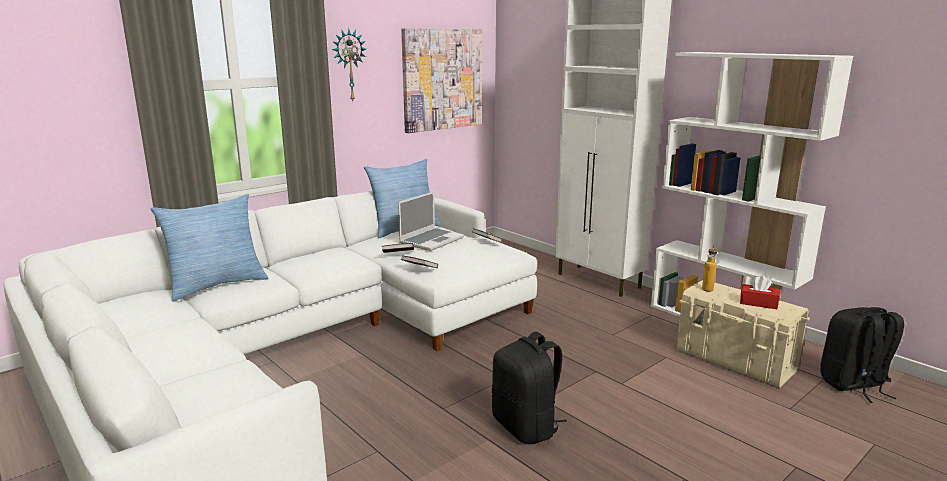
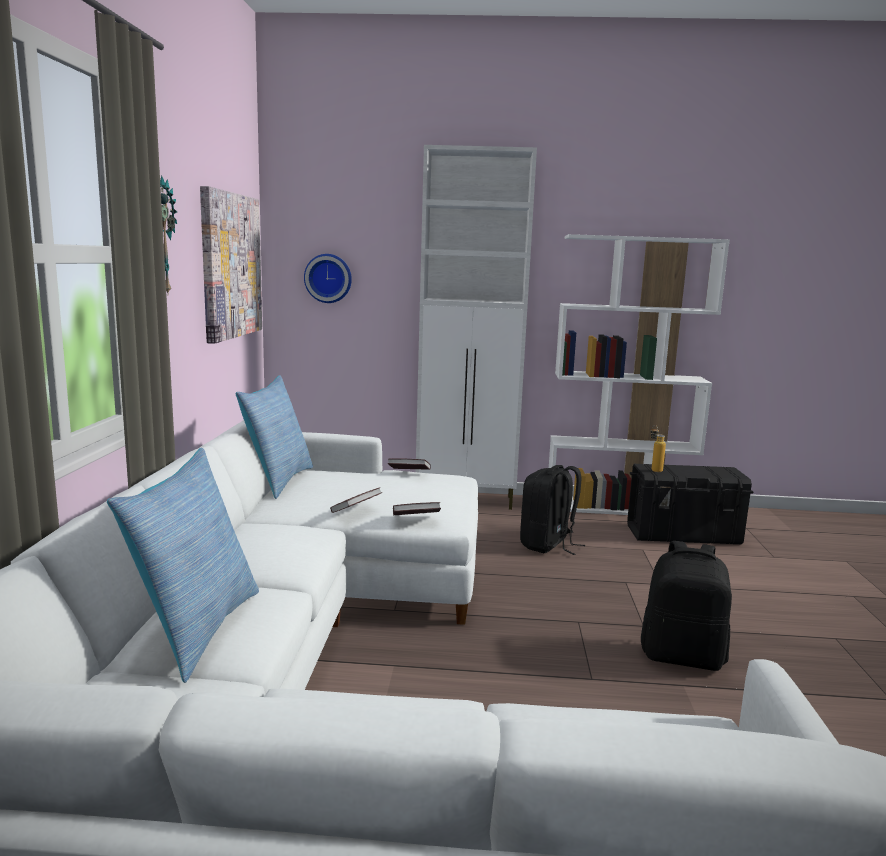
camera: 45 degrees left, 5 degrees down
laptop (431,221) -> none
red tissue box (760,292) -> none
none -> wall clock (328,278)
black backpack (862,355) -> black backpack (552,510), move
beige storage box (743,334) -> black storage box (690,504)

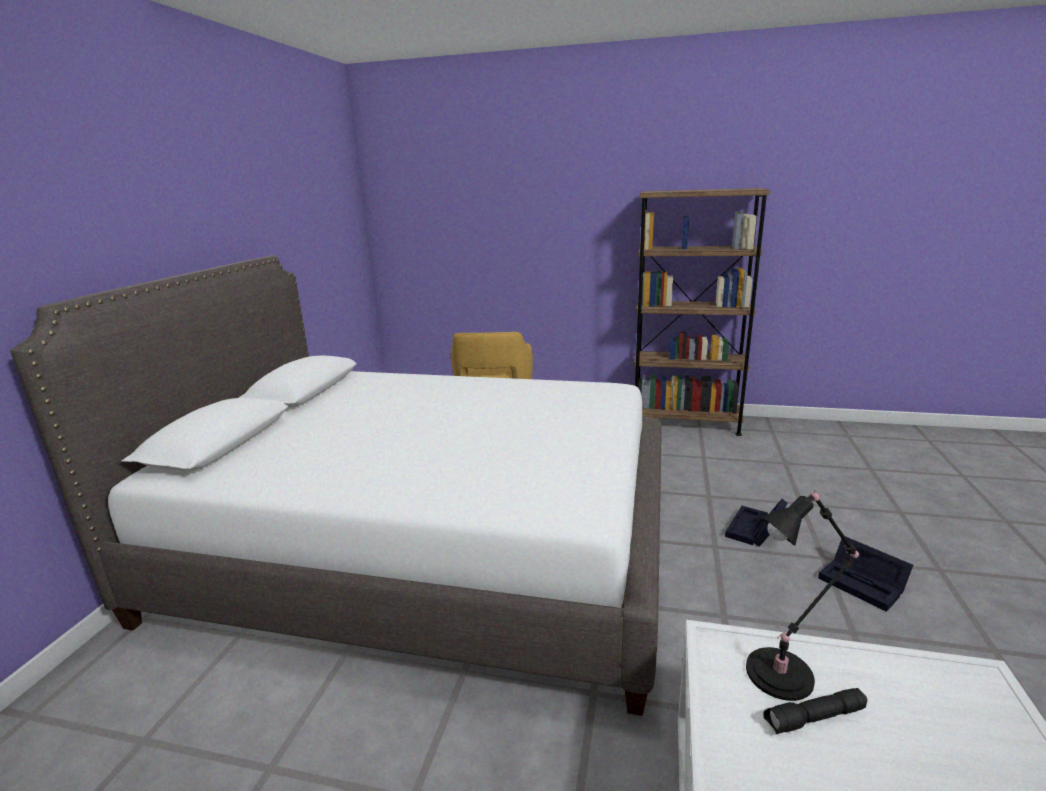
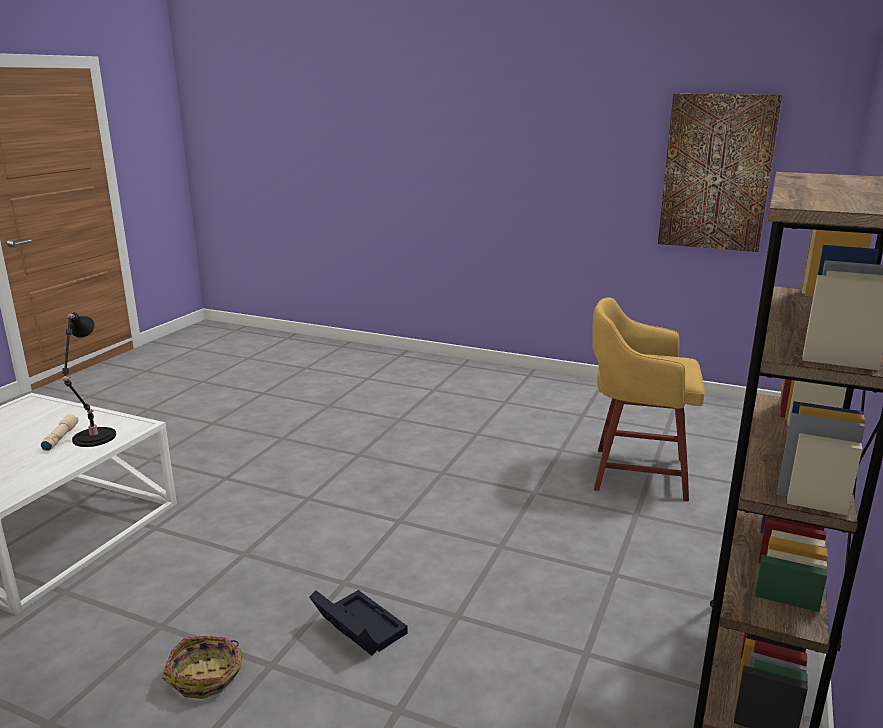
camera: 100 degrees right, 0 degrees up
white bed (336,485) -> none
none -> picture (720,173)
black storage box (865,574) -> basket (202,667)
black flashlight (815,711) -> beige flashlight (60,432)

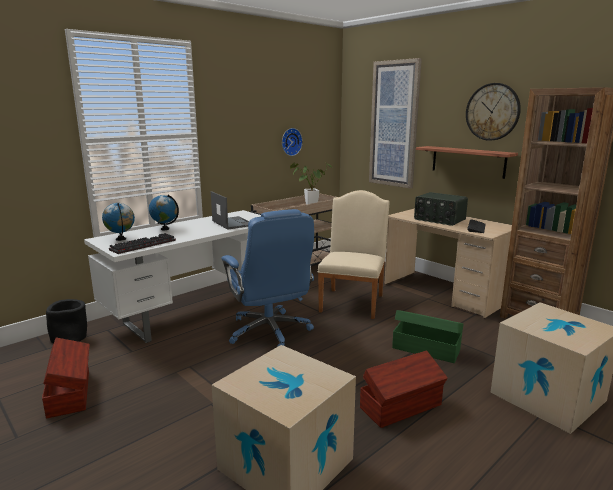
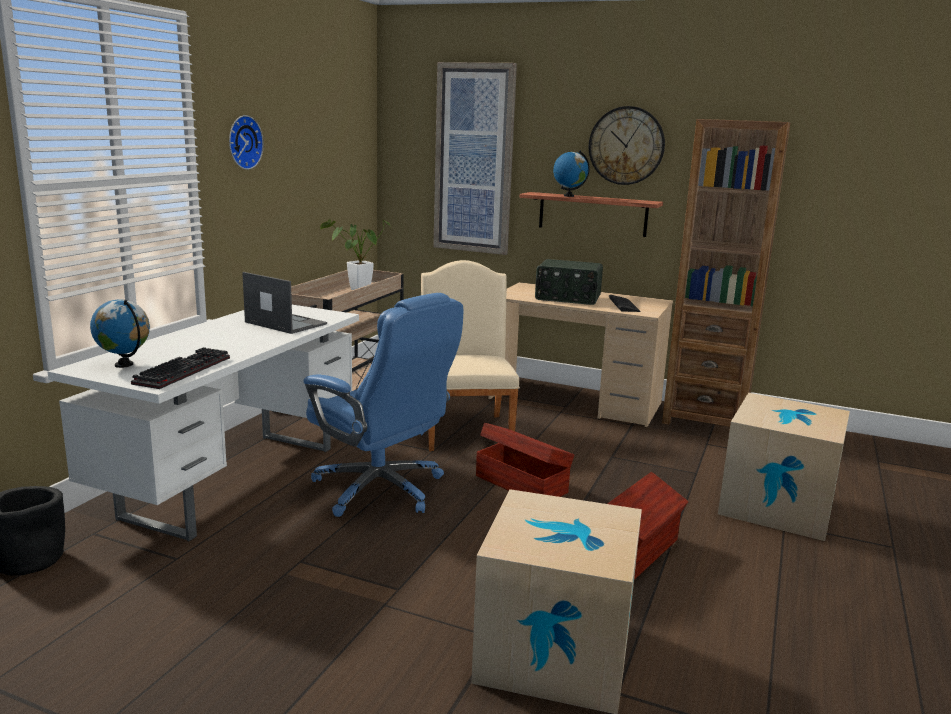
camera: 25 degrees left, 0 degrees up
green storage box (428,336) -> none
brown storage box (66,378) -> brown storage box (525,460), move
globe (164,212) -> globe (571,174), move
wall clock (292,142) -> wall clock (246,142), move

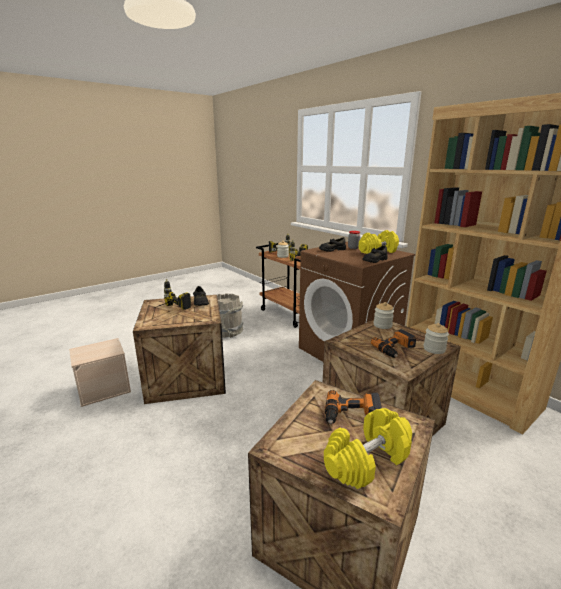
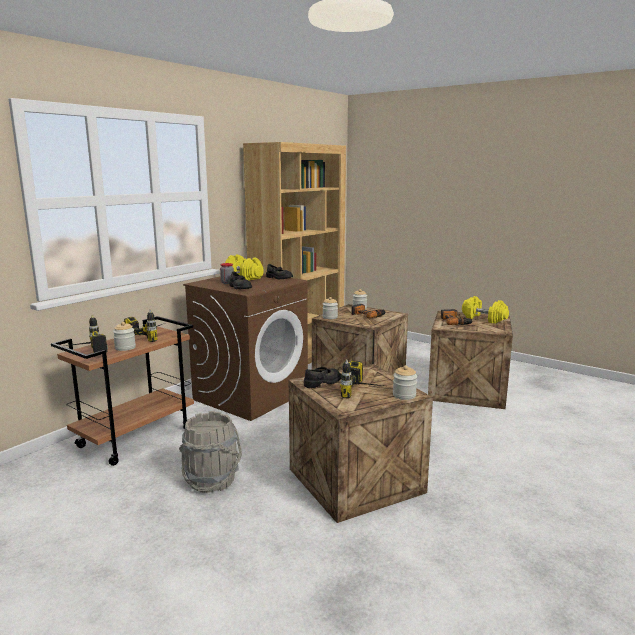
camera: 105 degrees left, 5 degrees down
beige storage box (100,372) -> none
none -> jar (405,382)

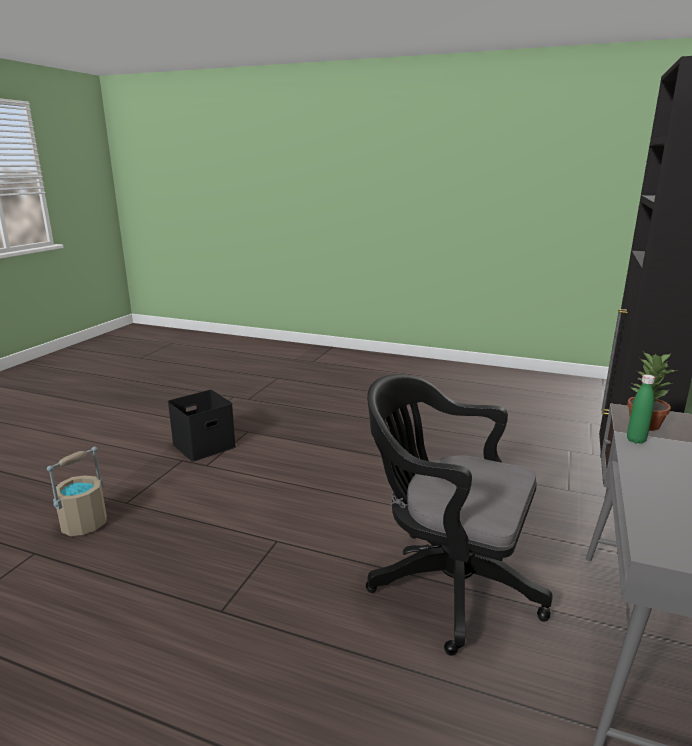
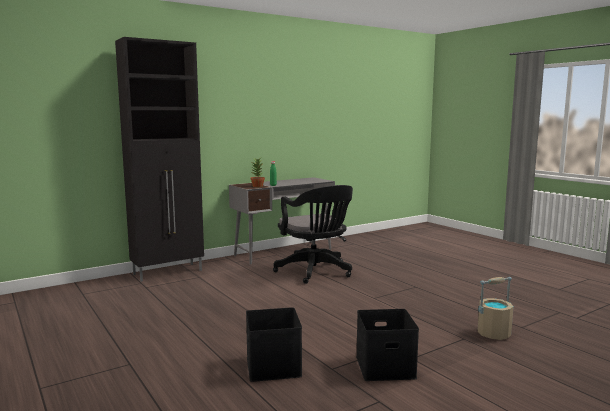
camera: 145 degrees left, 10 degrees down
none -> black storage box (274,344)

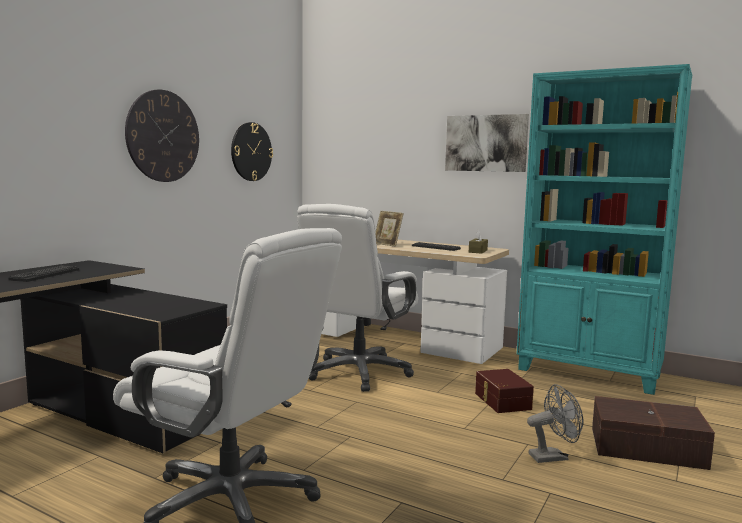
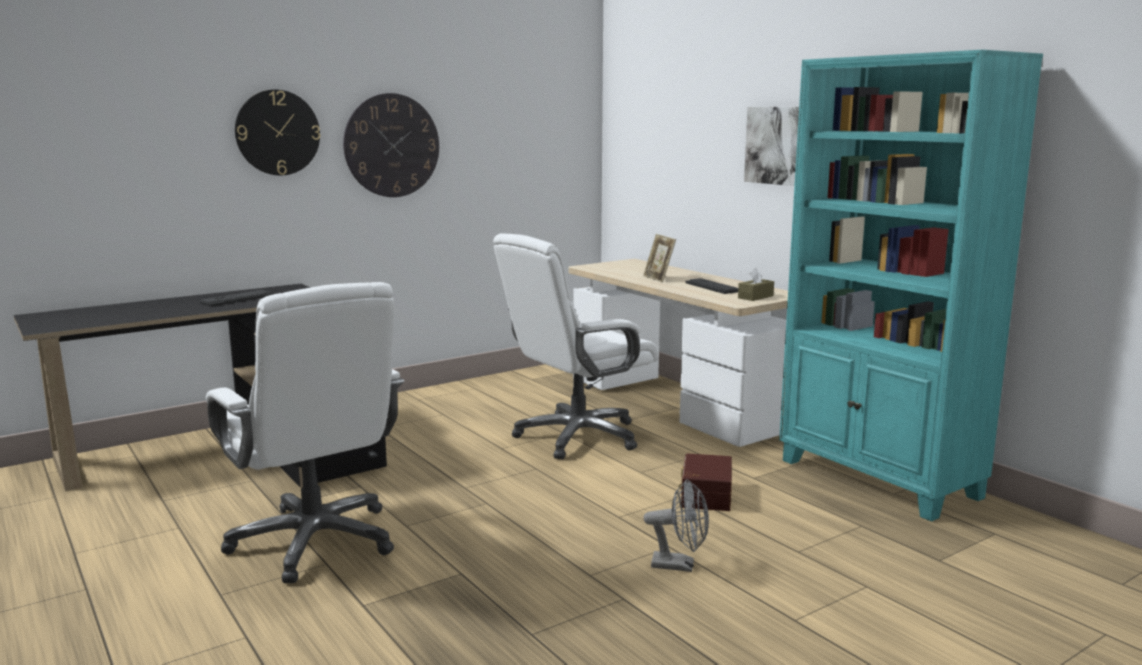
camera: 25 degrees right, 5 degrees up
brown storage box (653,433) -> none
wall clock (252,151) -> wall clock (277,132), move

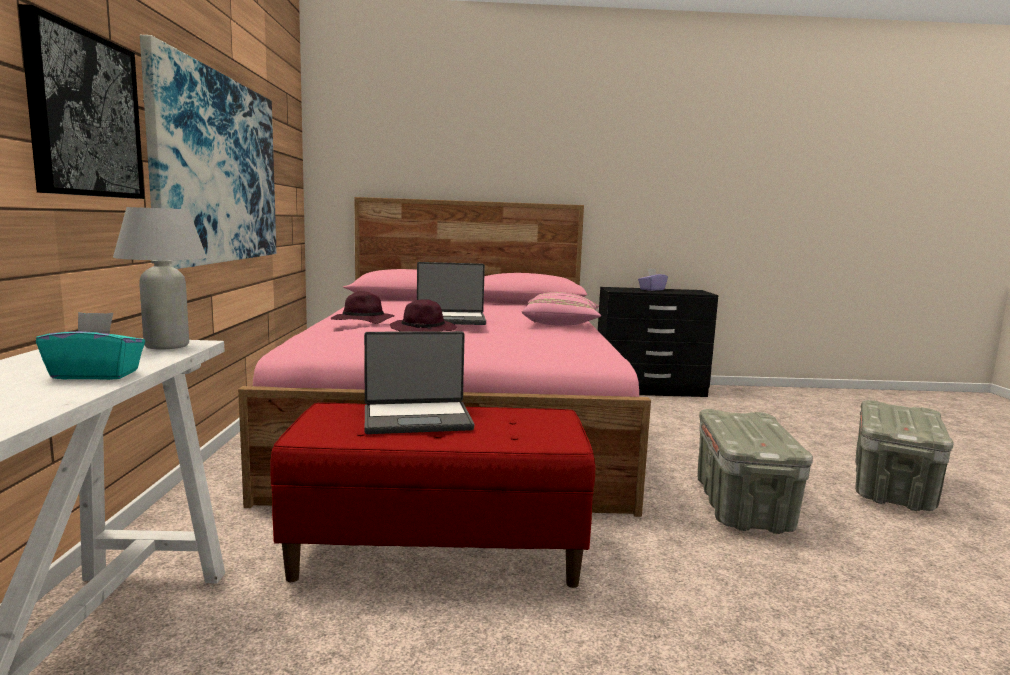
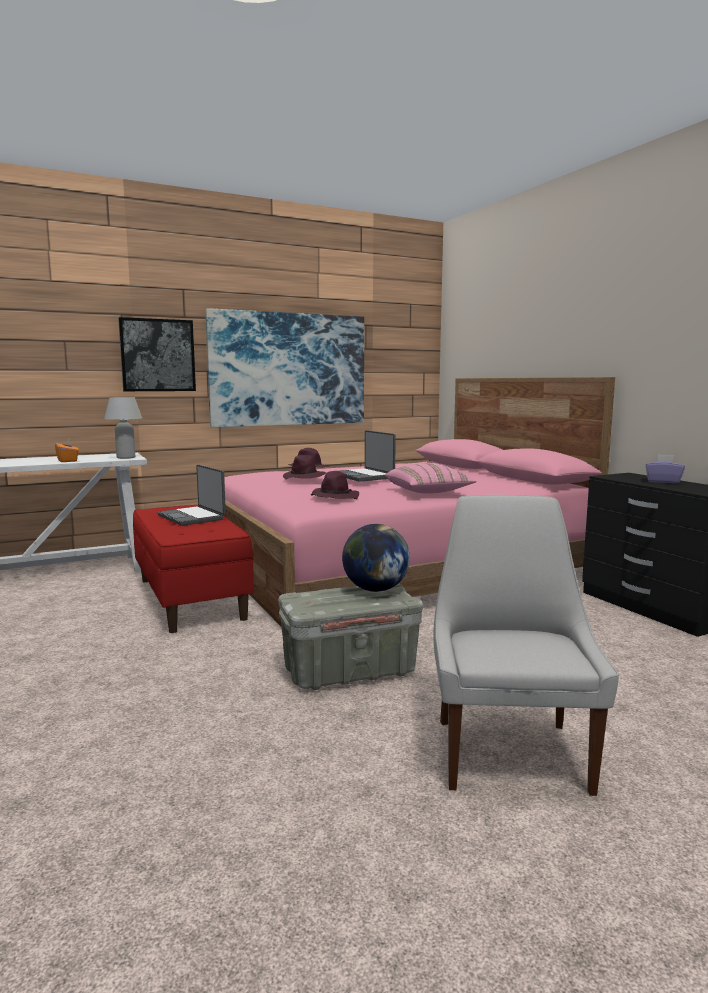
camera: 65 degrees right, 0 degrees up
none -> purple hat (335,485)
none -> globe (376,558)
grey storage box (904,455) -> white chair (526,645)
turquoise tissue box (90,346) -> orange tissue box (67,450)

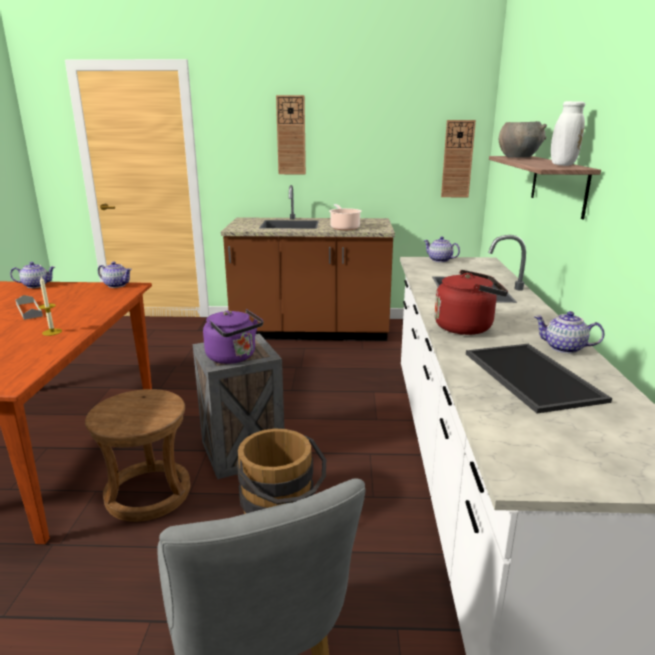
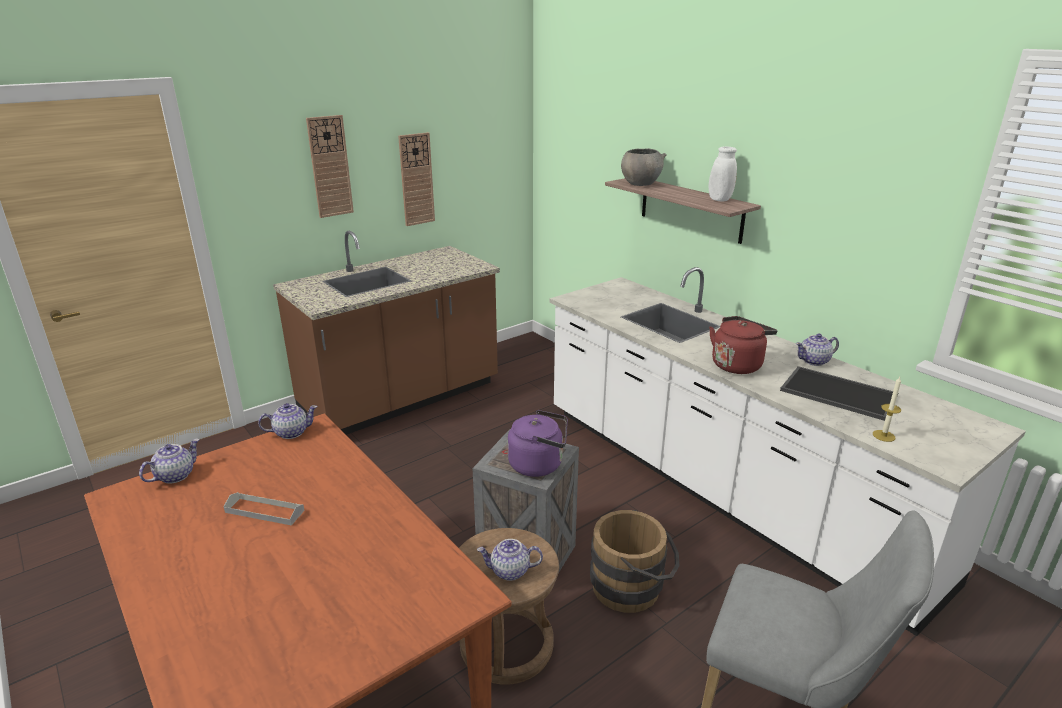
camera: 40 degrees left, 5 degrees up
cooking pot (345,217) -> none
candle (50,306) -> candle (887,409), move
teapot (441,249) -> teapot (510,560), move
wall clock (458,158) -> wall clock (416,179), move

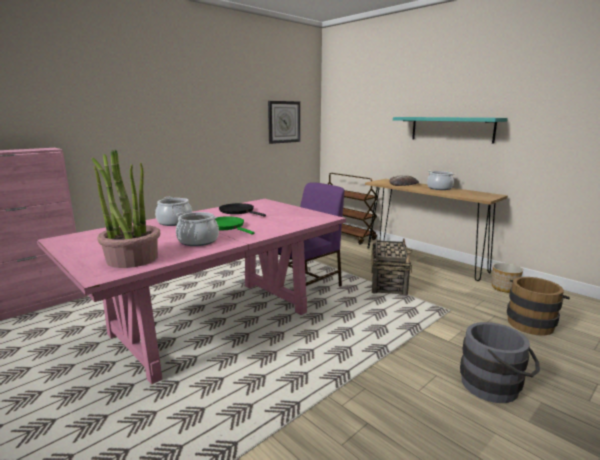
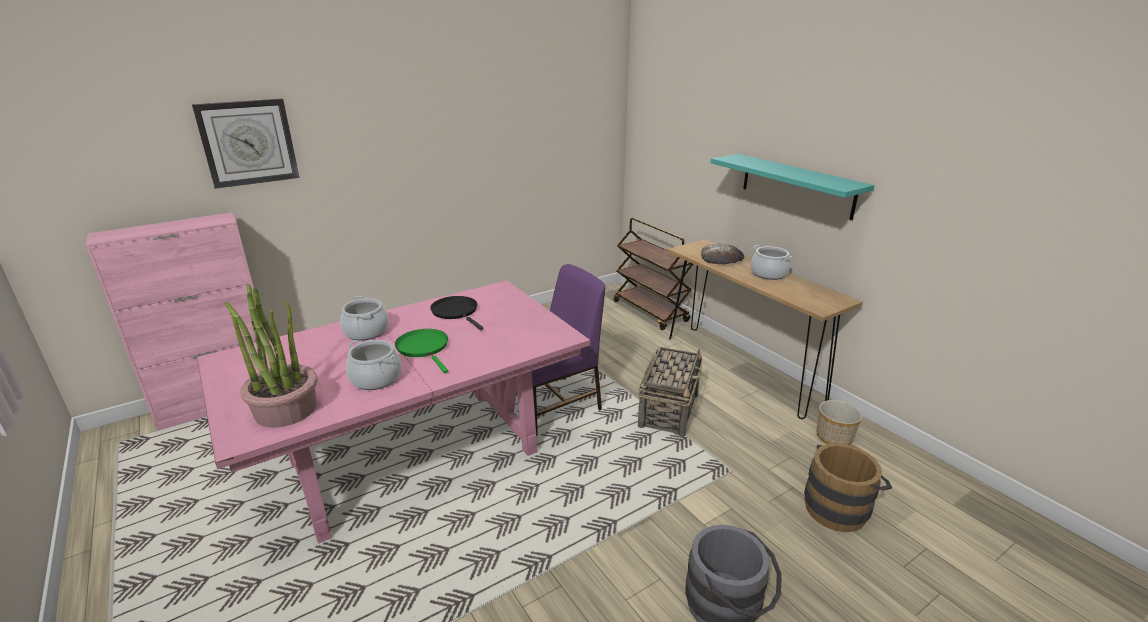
camera: 10 degrees right, 10 degrees up
wall clock (284,122) -> wall clock (245,144), move

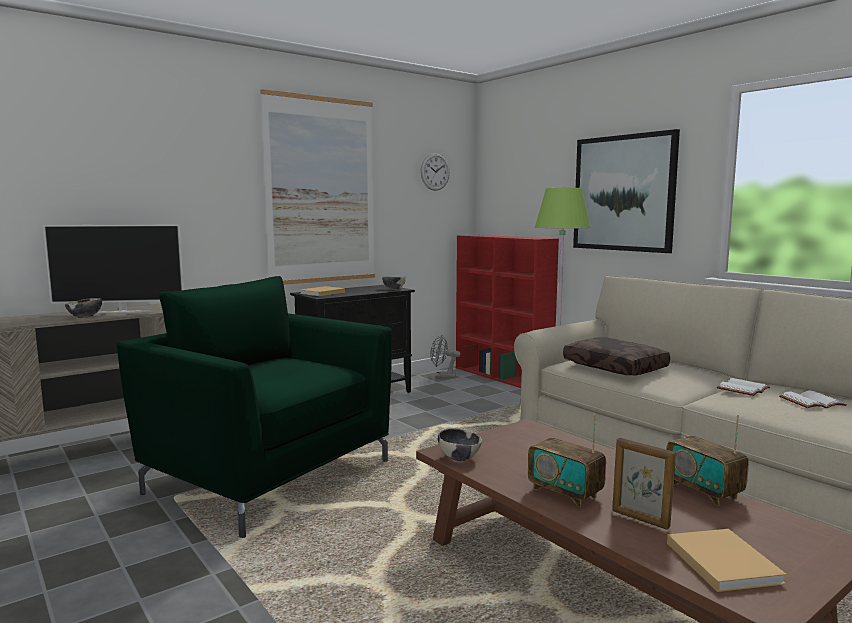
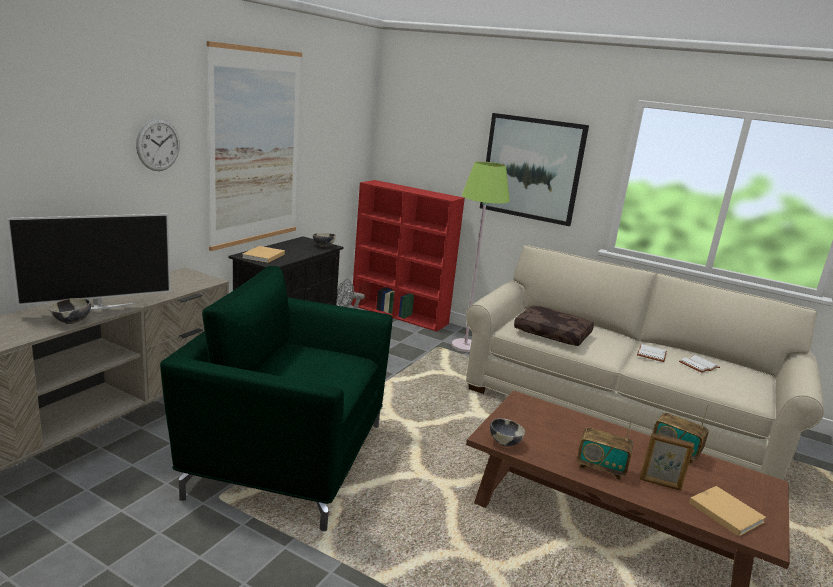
camera: 25 degrees left, 10 degrees up
wall clock (435,172) -> wall clock (158,144), move

